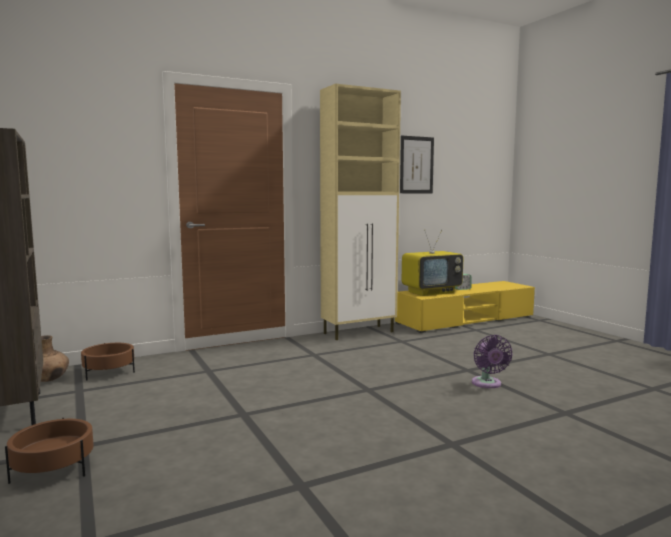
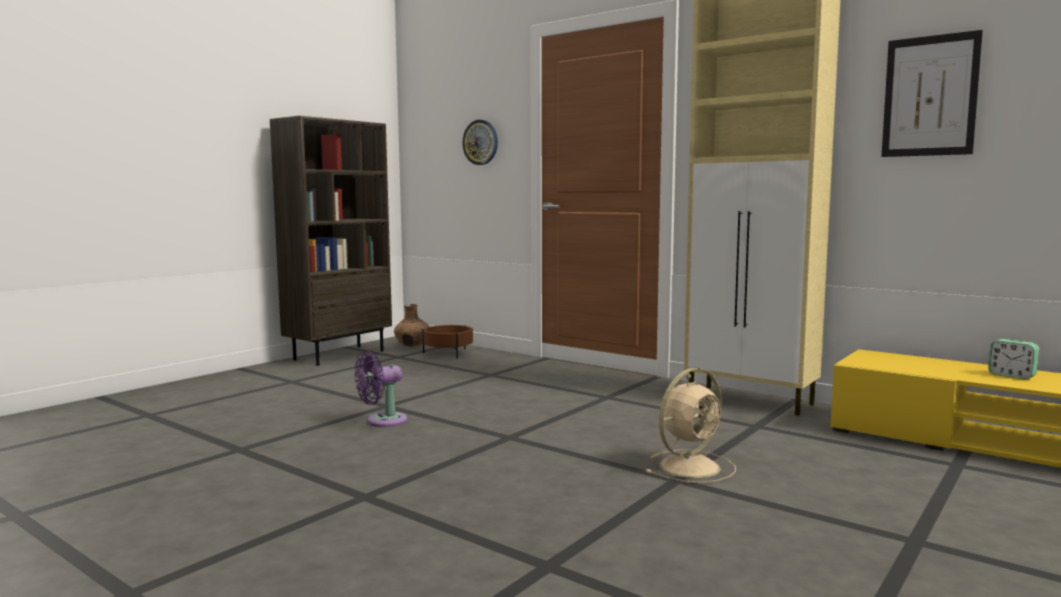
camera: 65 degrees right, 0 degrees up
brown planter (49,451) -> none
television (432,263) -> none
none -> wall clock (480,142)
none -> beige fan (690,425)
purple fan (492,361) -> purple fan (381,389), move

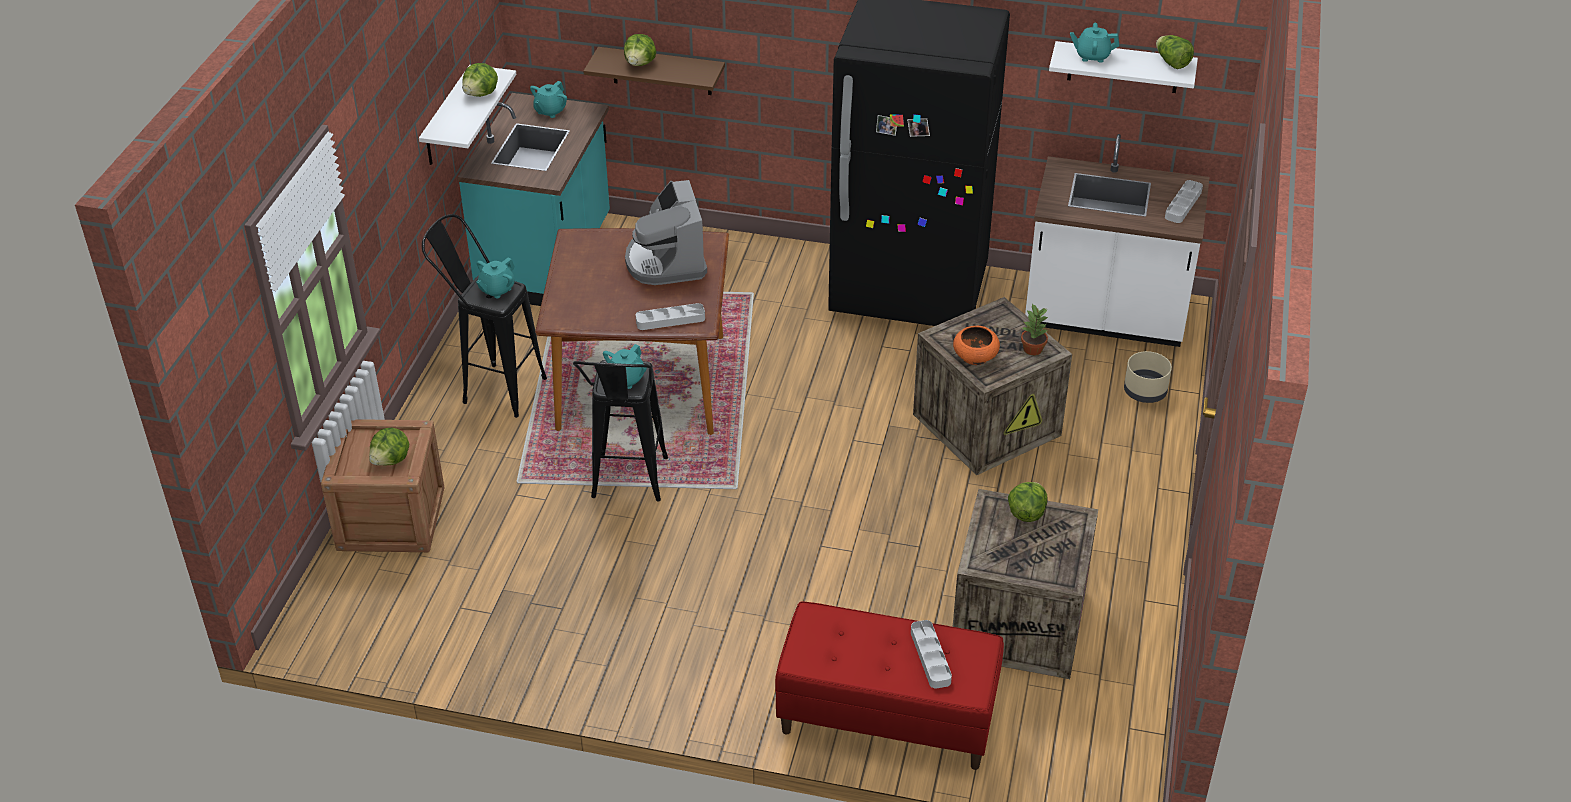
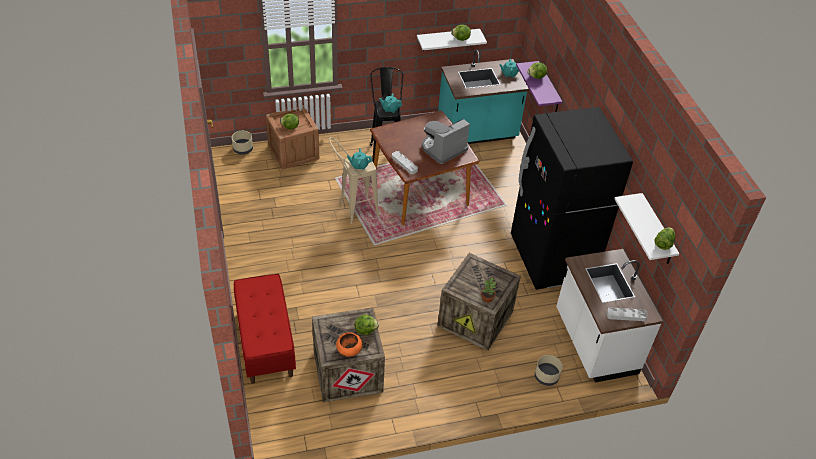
camera: 60 degrees right, 5 degrees up
grey tray (931,654) -> none
turquoise teapot (1094,43) -> none
none -> beige planter (242,142)
orange bowl (976,345) -> orange bowl (349,344), move
black stool (620,430) -> beige stool (354,180)
brown shelf (654,71) -> purple shelf (539,86)

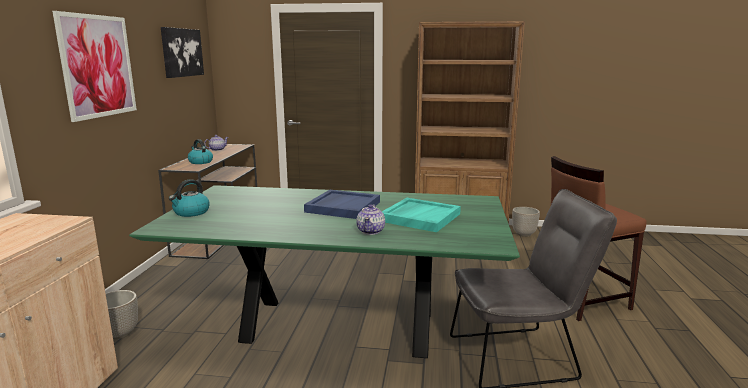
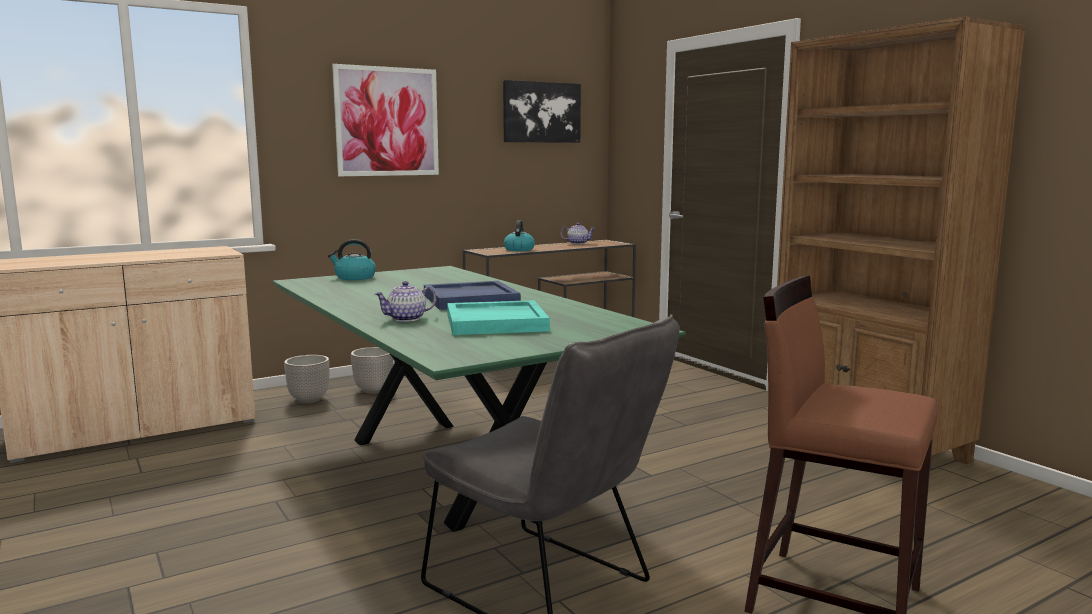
camera: 50 degrees right, 5 degrees down
planter (526,222) -> planter (372,370), move

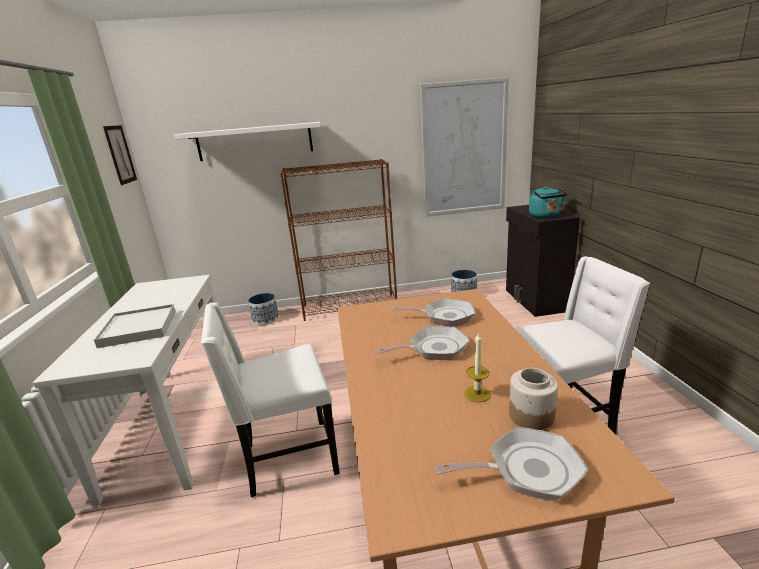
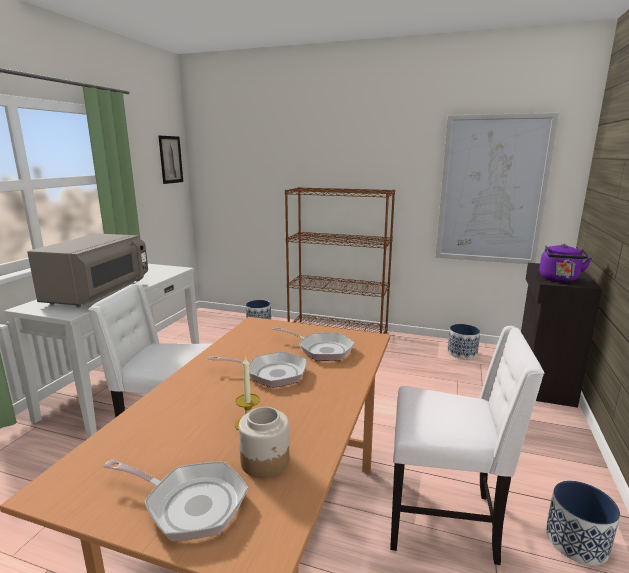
camera: 25 degrees right, 5 degrees down
white shelf (247,141) -> none
none -> planter (583,523)
white tray (135,326) -> grey microwave (87,270)
turquoise kettle (548,202) -> purple kettle (565,263)

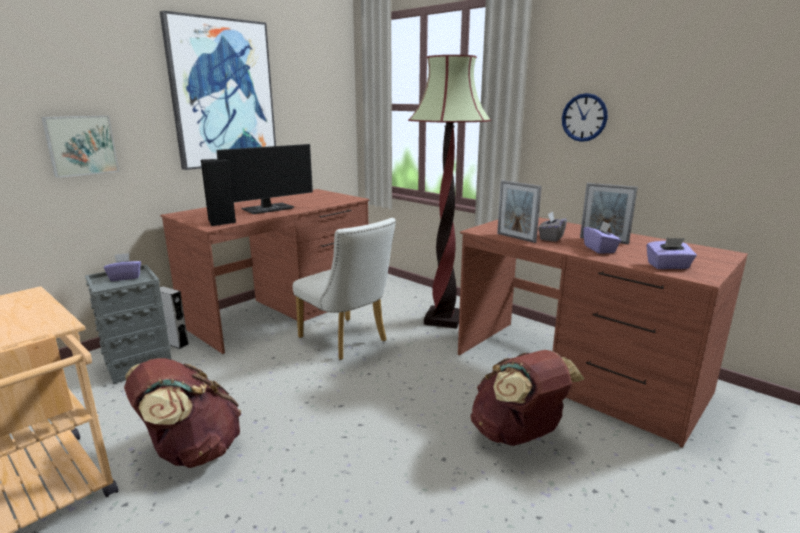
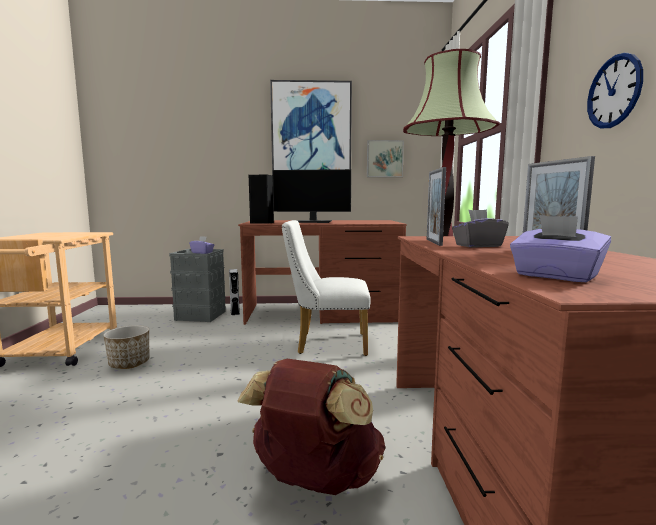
camera: 45 degrees right, 10 degrees down
purple tissue box (602,237) -> none
picture (80,146) -> picture (385,158), move
brown backpack (182,413) -> planter (126,347)
white chair (344,289) -> white chair (326,288), 90 degrees clockwise

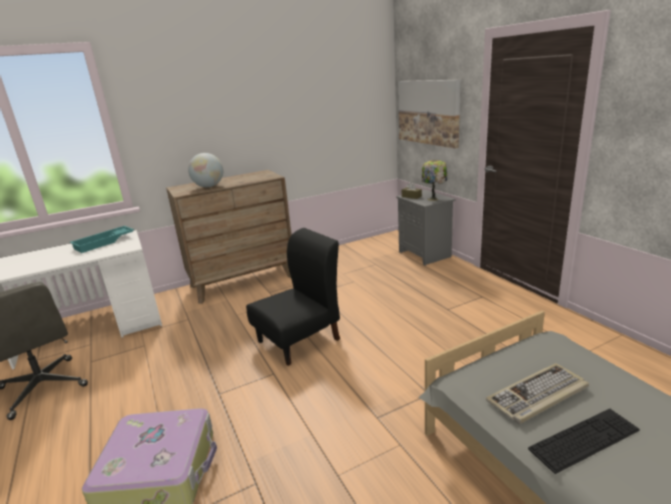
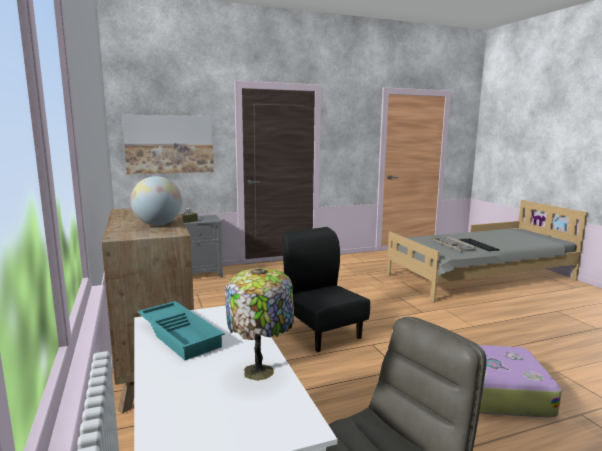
camera: 85 degrees left, 10 degrees down
table lamp (434,180) -> table lamp (259,324), move

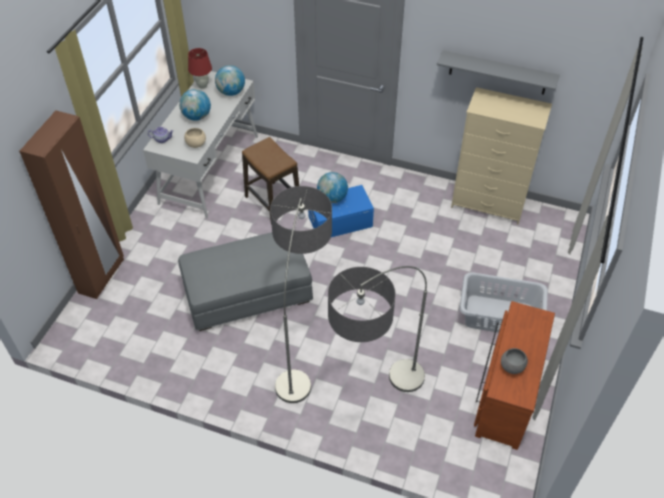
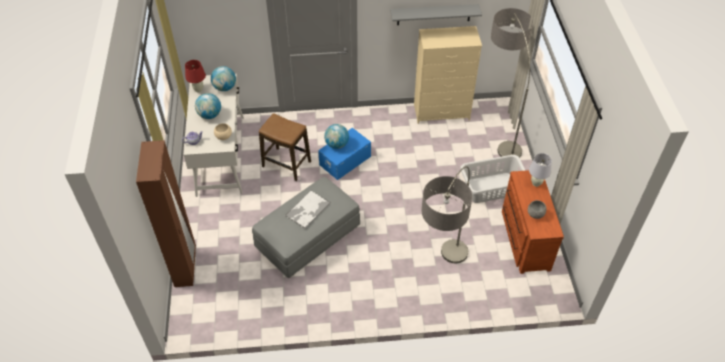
camera: 25 degrees left, 0 degrees up
none -> tray (308,209)
none -> white table lamp (540,170)
floor lamp (301,294) -> floor lamp (512,83), move

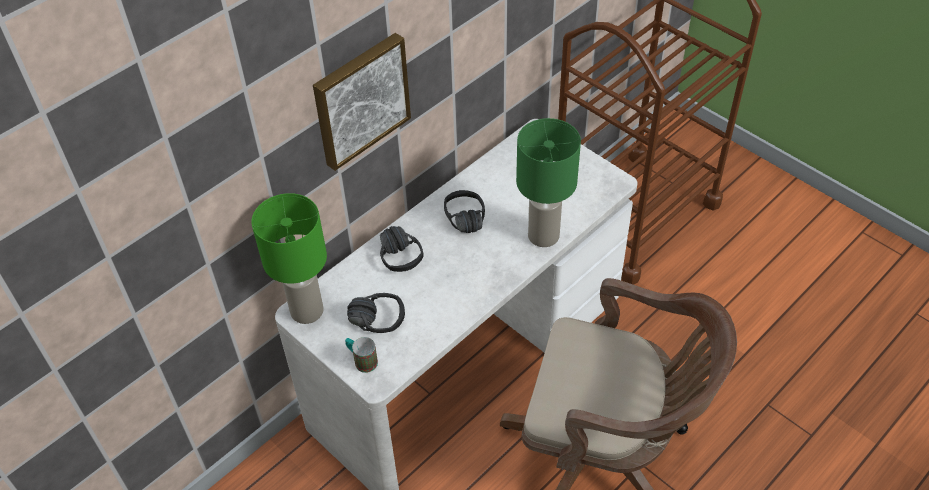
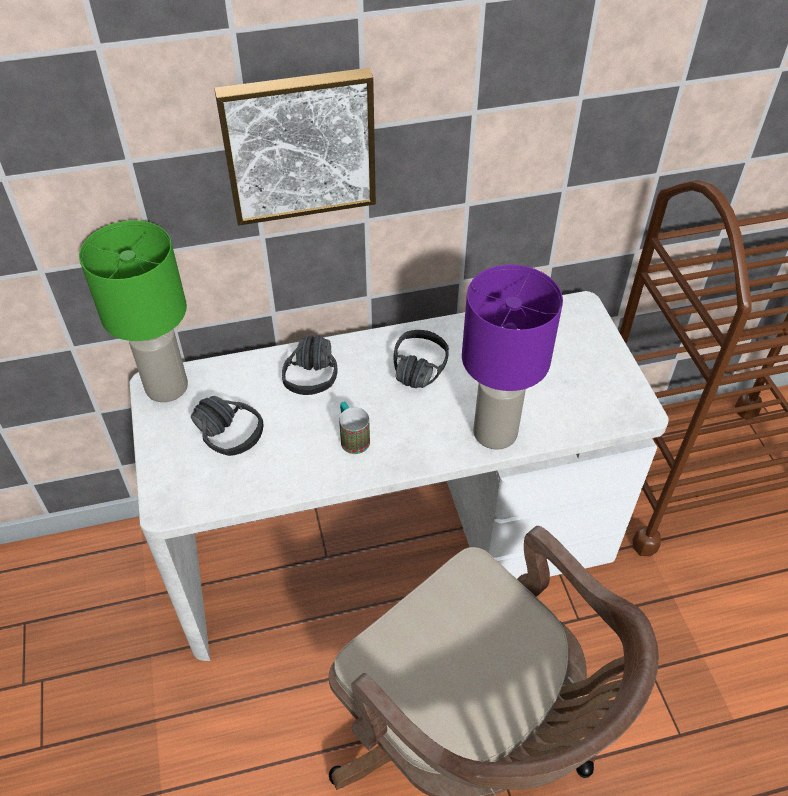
camera: 30 degrees right, 0 degrees up
mug (361,355) -> mug (354,428), move
green table lamp (548,182) -> purple table lamp (512,357)

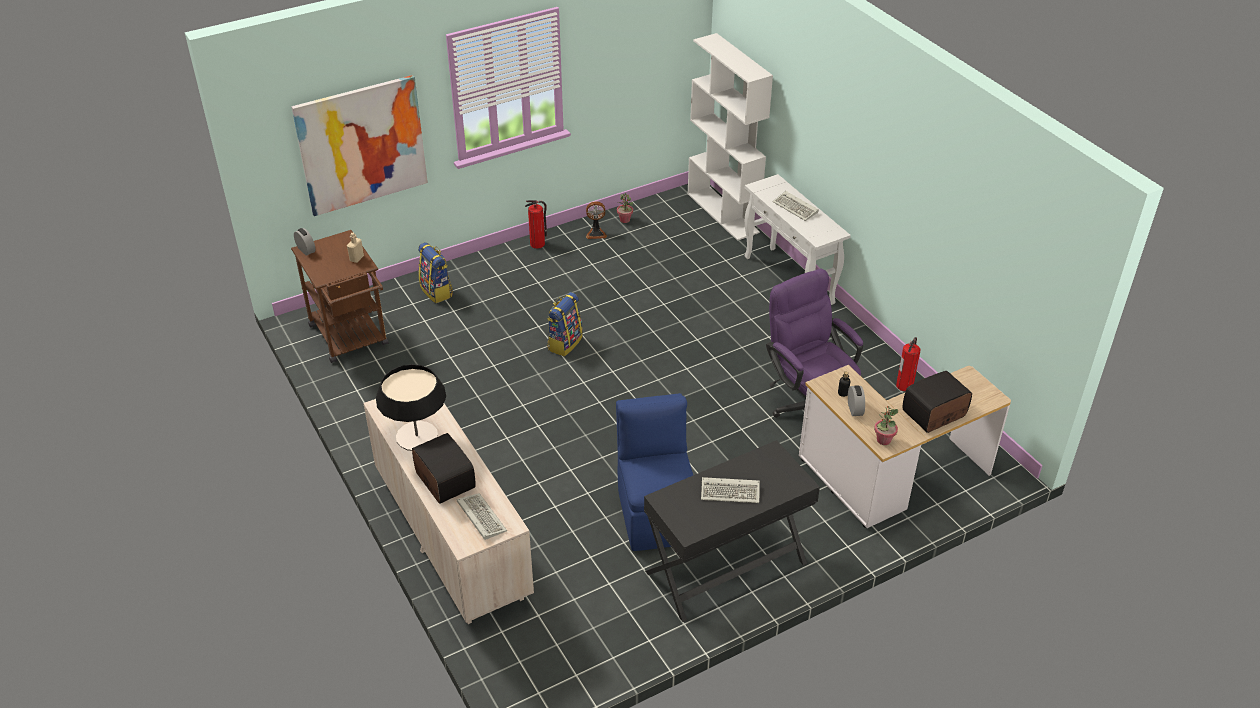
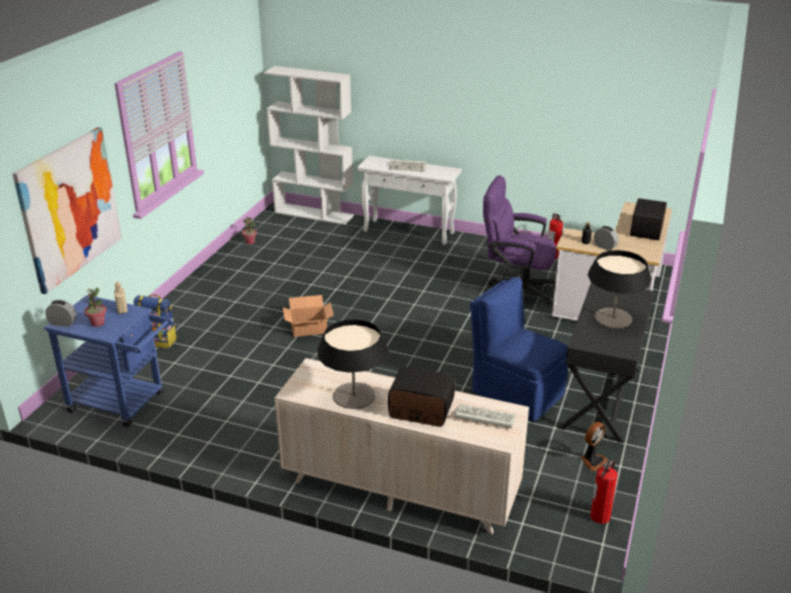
camera: 40 degrees left, 10 degrees down
fire extinguisher (536,224) -> fire extinguisher (604,492), move
fan (596,220) -> fan (594,446), move
potted plant (886,425) -> potted plant (95,307), move
backpack (565,324) -> cardboard box (308,316)
keyboard (730,490) -> table lamp (620,289)
brown cart (340,296) -> blue cart (108,361)

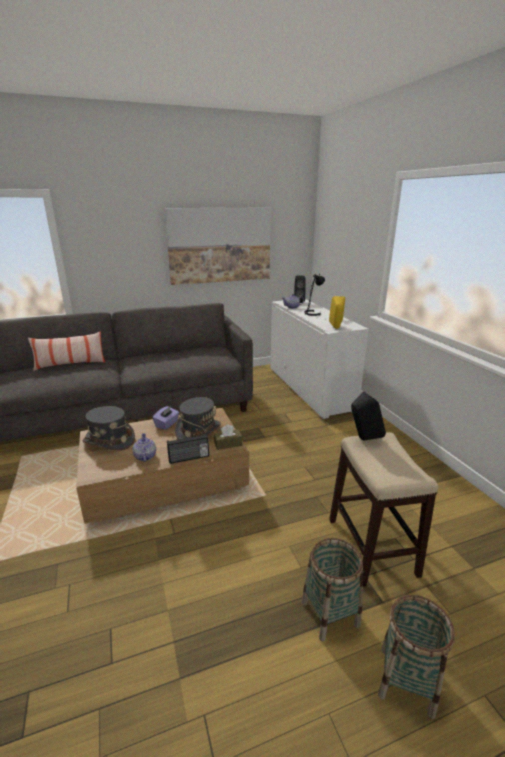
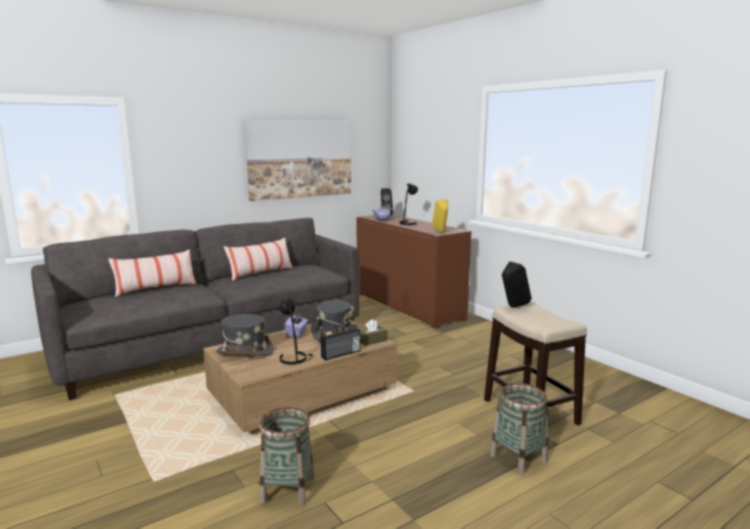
camera: 15 degrees left, 10 degrees down
none -> pillow (258,259)
basket (416,657) -> basket (286,456), move
teapot (144,447) -> black table lamp (296,331)
white cabinet (320,359) -> brown cabinet (413,272)

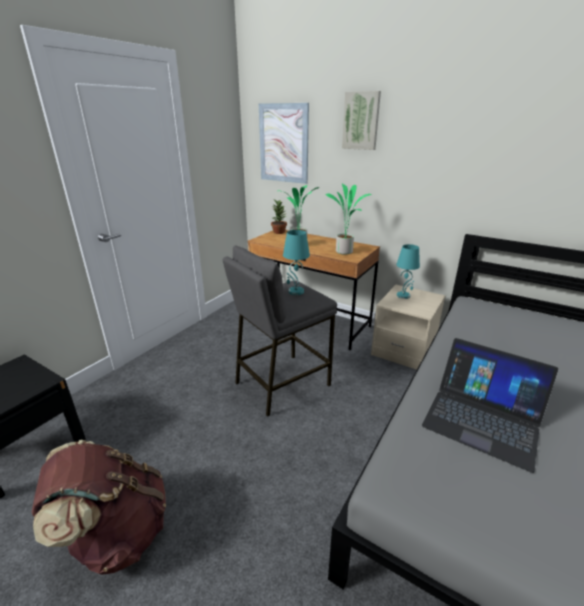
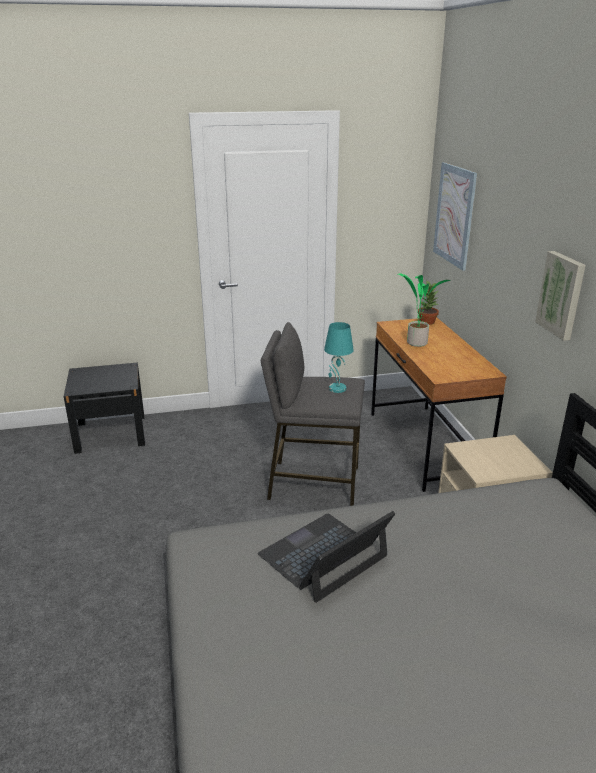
camera: 45 degrees right, 0 degrees up
brown backpack (99,507) -> none
potted plant (349,219) -> none
turquoise table lamp (408,271) -> none
picture (361,120) -> picture (560,296), move
laptop (490,405) -> laptop (326,557), 60 degrees clockwise

